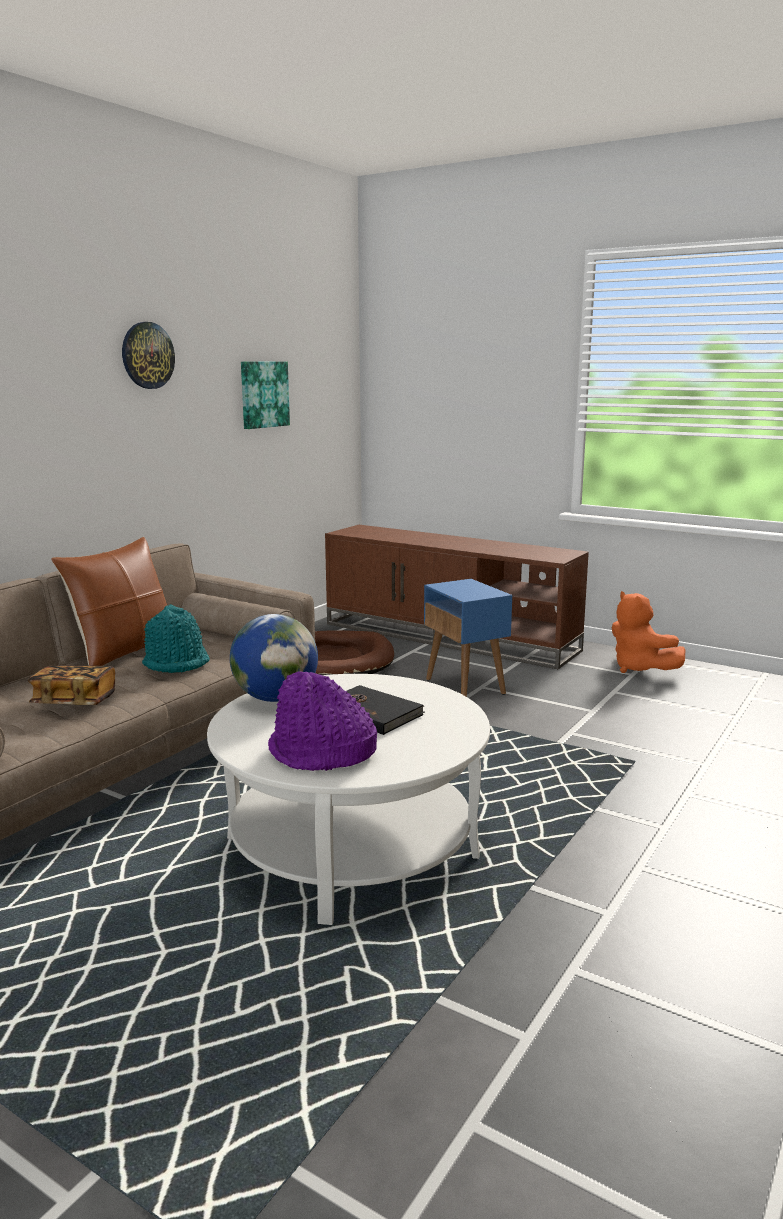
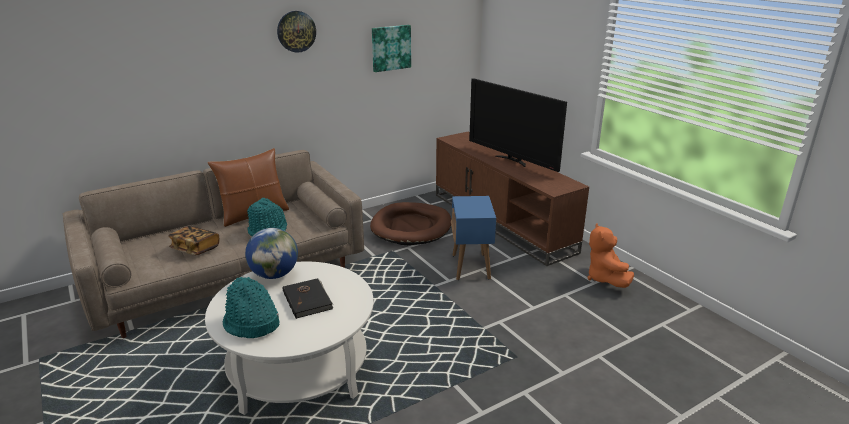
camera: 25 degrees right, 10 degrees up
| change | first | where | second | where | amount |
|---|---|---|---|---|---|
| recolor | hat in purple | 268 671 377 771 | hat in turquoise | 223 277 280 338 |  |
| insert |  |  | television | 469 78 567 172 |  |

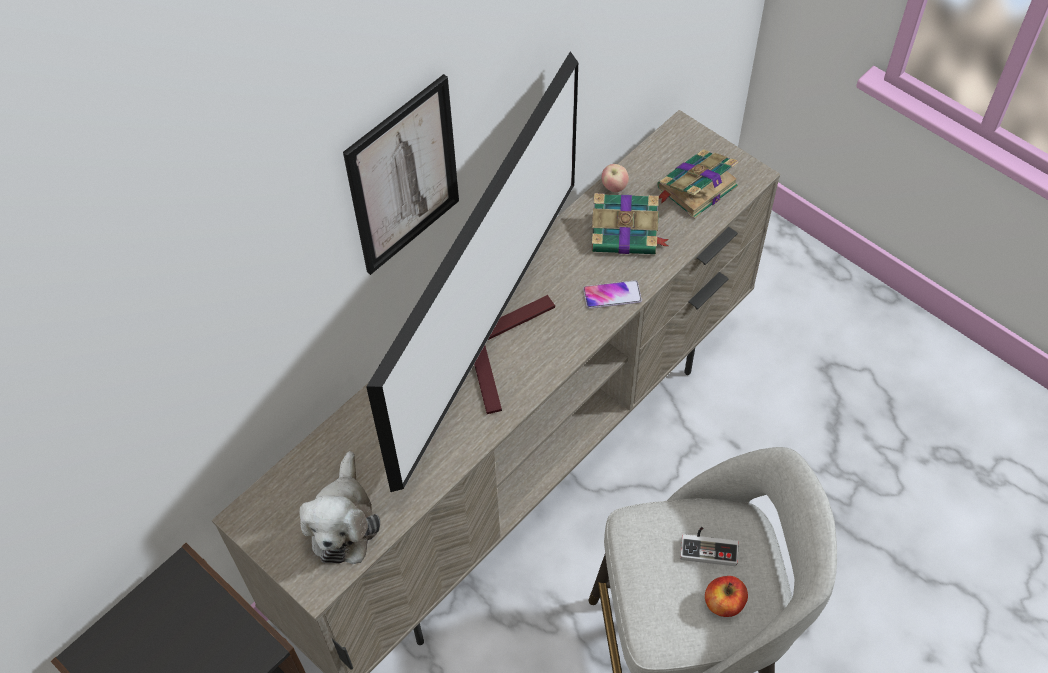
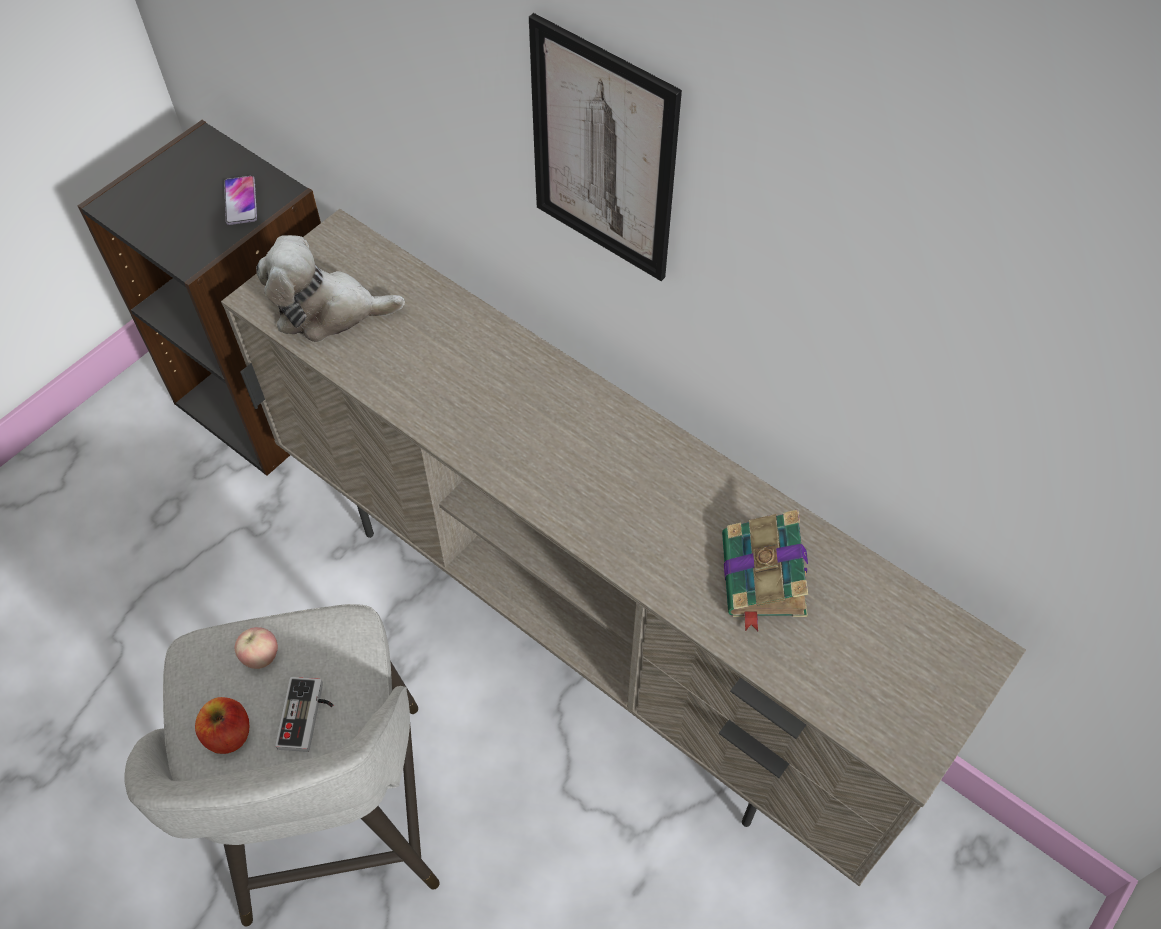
camera: 85 degrees right, 0 degrees up
| change | first | where | second | where | amount |
|---|---|---|---|---|---|
| delete | television | 366 51 578 492 |  |  |  |
| delete | book | 657 149 738 219 |  |  |  |
| move | apple | 602 164 629 192 |  | 235 627 278 669 |  |
| move | phone | 583 280 642 309 |  | 224 176 257 225 |  |

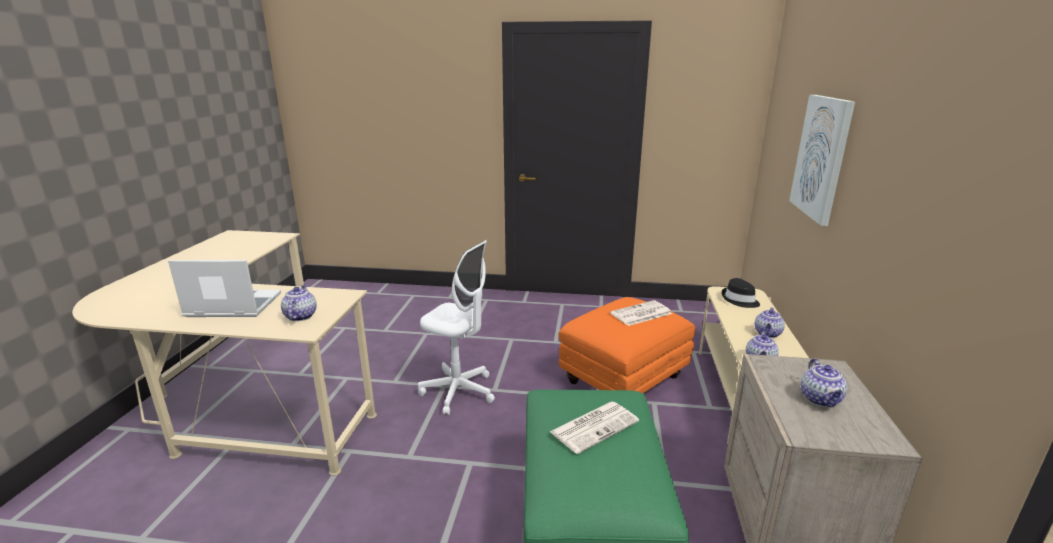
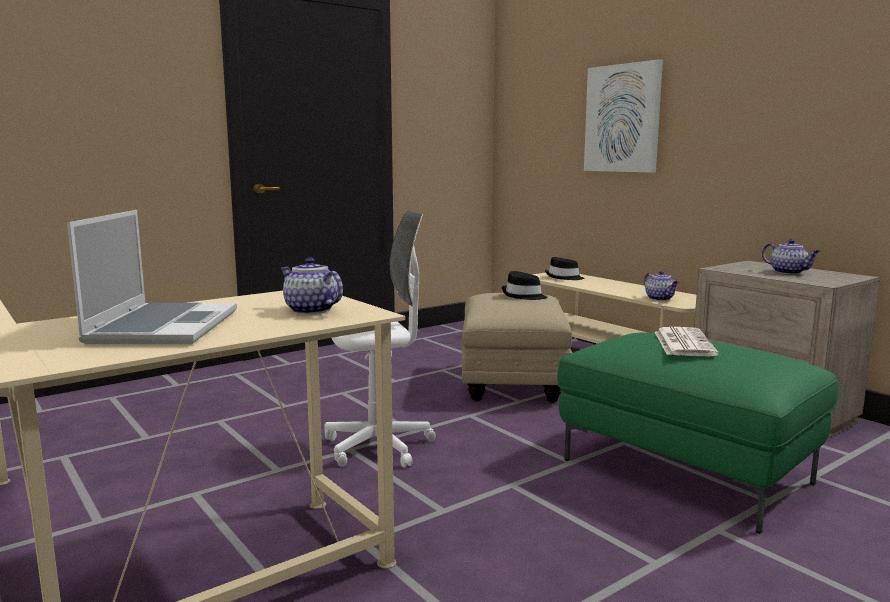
camera: 45 degrees left, 10 degrees down
| change | first | where | second | where | amount |
|---|---|---|---|---|---|
| rotate | laptop | 168 260 281 317 |  | 67 210 237 344 | 135 degrees clockwise |
| recolor | ottoman in orange | 558 297 695 393 | ottoman in beige | 461 293 572 403 |  |
| replace | newspaper | 610 300 672 326 | hat in black | 502 271 547 300 |  |
| delete | teapot | 755 307 785 338 |  |  |  |

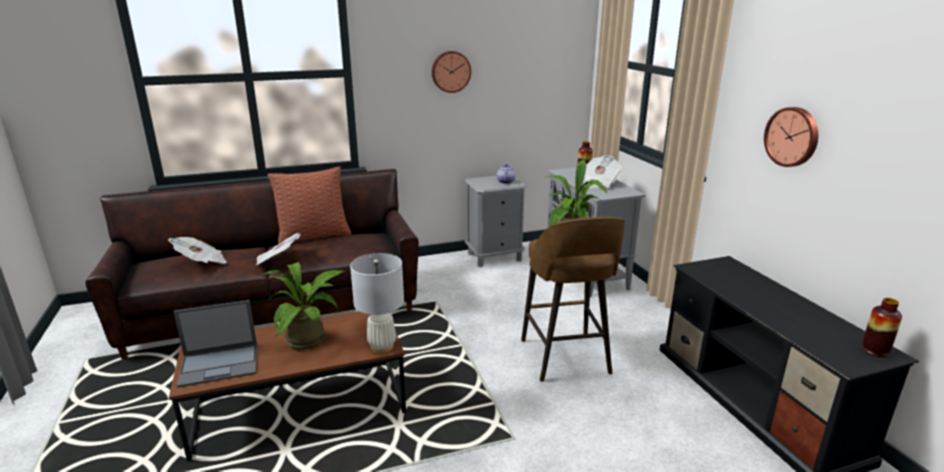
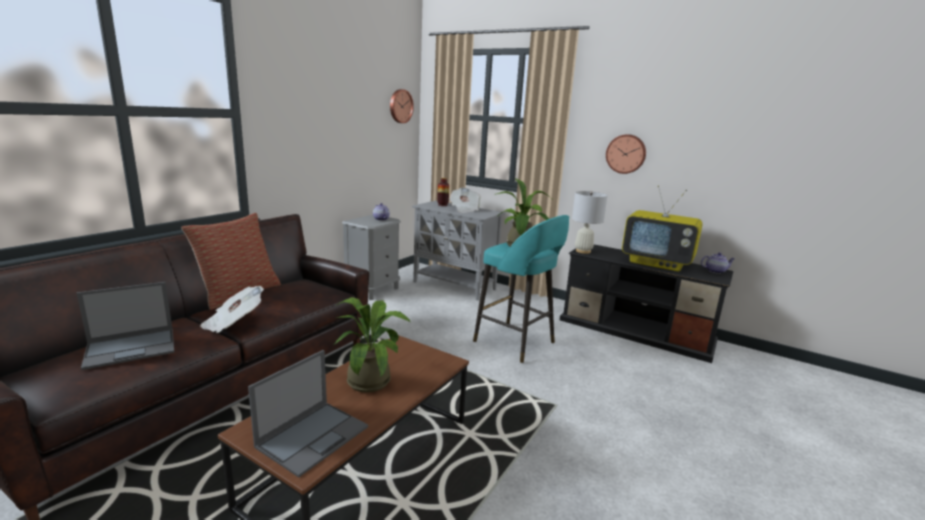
camera: 40 degrees left, 5 degrees down
| change | first | where | second | where | amount |
|---|---|---|---|---|---|
| move | wall clock | 432 51 471 93 |  | 390 89 414 123 |  |
| recolor | stool in brown | 521 217 625 382 | stool in turquoise | 473 215 569 363 |  |
| replace | newspaper | 168 237 227 263 | laptop | 77 282 174 370 |  |
| move | table lamp in white | 350 253 404 353 |  | 572 191 607 254 |  |
| replace | vase | 862 298 902 357 | teapot | 701 253 735 274 |  |
| insert |  |  | television | 622 185 703 272 |  |

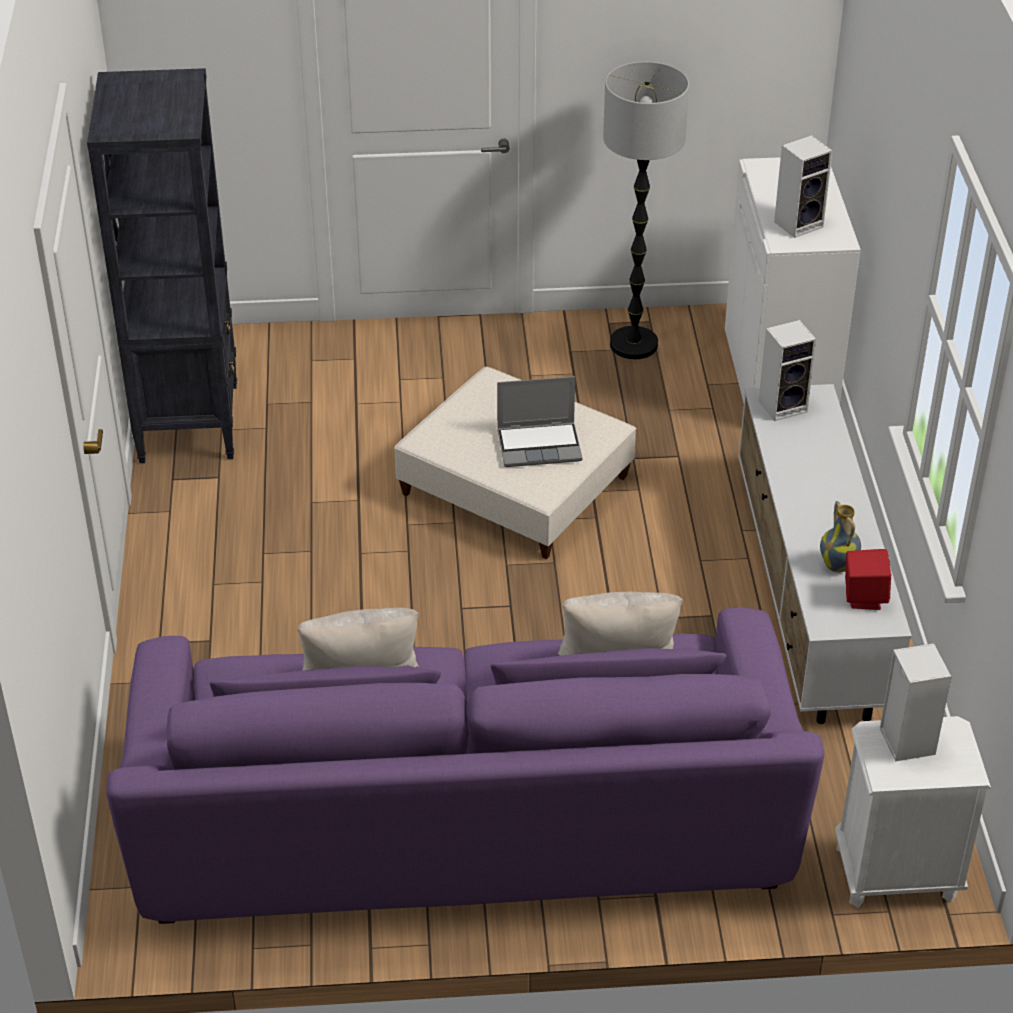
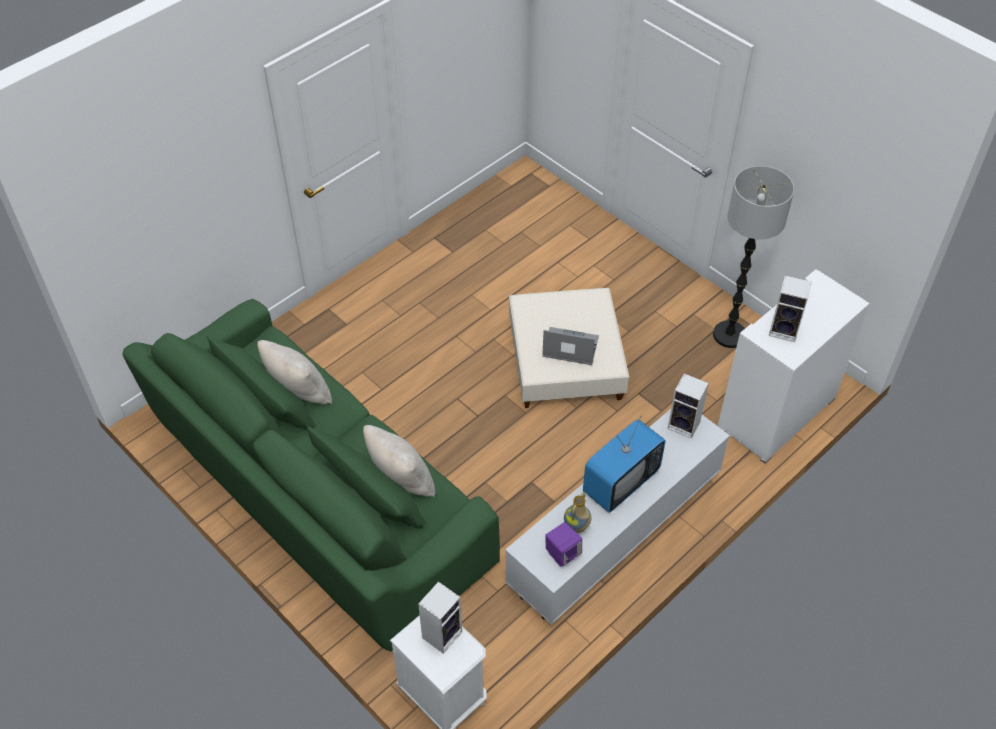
camera: 50 degrees right, 10 degrees up
| change | first | where | second | where | amount |
|---|---|---|---|---|---|
| delete | bookcase in black | 87 68 237 463 |  |  |  |
| rotate | laptop | 497 376 583 467 |  | 542 327 599 365 | 150 degrees clockwise |
| recolor | speaker in red | 845 549 891 610 | speaker in purple | 545 522 582 567 |  |
| recolor | sofa in purple | 106 607 824 924 | sofa in green | 123 299 500 652 |  |
| insert |  |  | television | 583 416 666 512 |  |

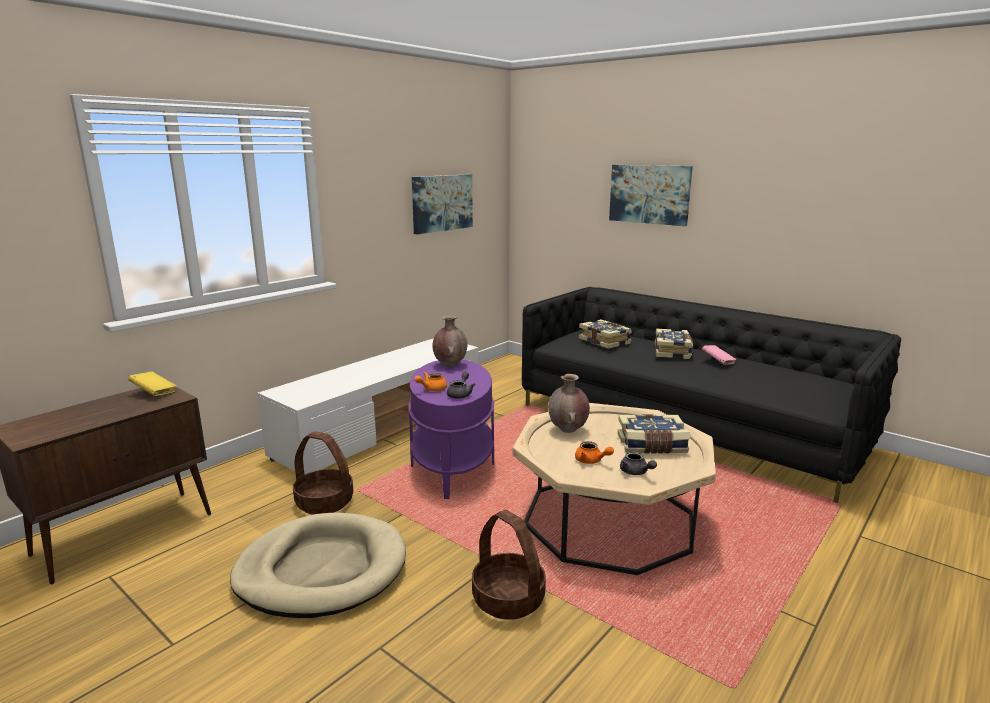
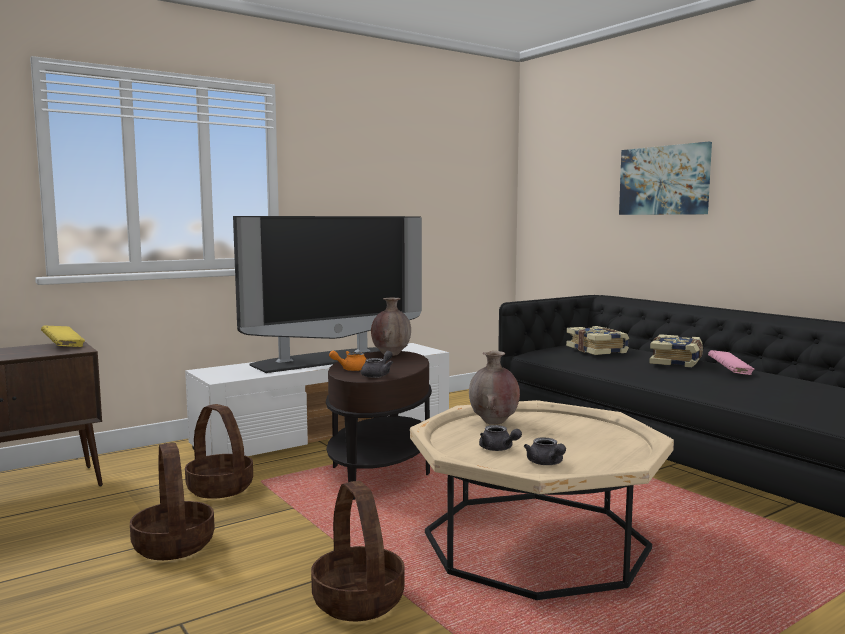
camera: 15 degrees right, 10 degrees down
| change | first | where | second | where | amount |
|---|---|---|---|---|---|
| delete | picture | 412 174 473 234 |  |  |  |
| recolor | side table in purple | 409 359 494 499 | side table in brown | 326 351 432 500 |  |
| delete | book | 618 414 690 454 |  |  |  |
| recolor | teapot in orange | 575 441 614 464 | teapot in grey | 479 425 522 451 |  |
| replace | dog bed in beige | 230 512 406 618 | basket | 130 443 215 560 |  |
| insert |  |  | television | 233 216 422 373 |  |

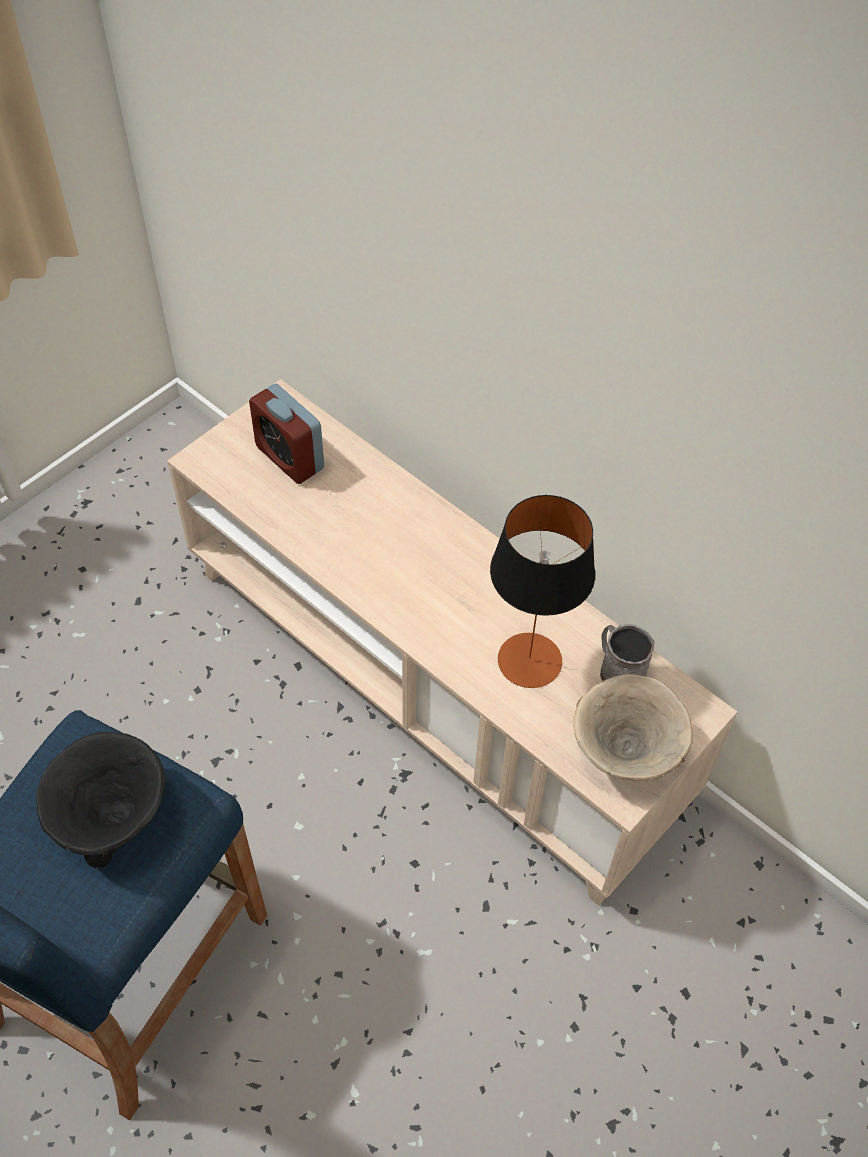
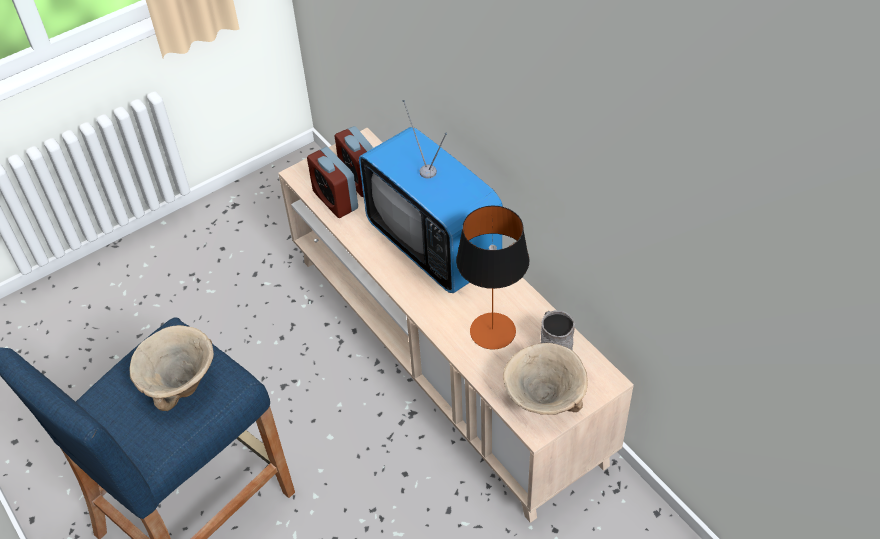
camera: 15 degrees right, 5 degrees down
| change | first | where | second | where | amount |
|---|---|---|---|---|---|
| recolor | bowl in black | 36 732 166 868 | bowl in beige | 129 325 214 411 |  |
| insert |  |  | television | 359 100 503 293 |  |
| insert |  |  | alarm clock | 307 147 358 218 |  |

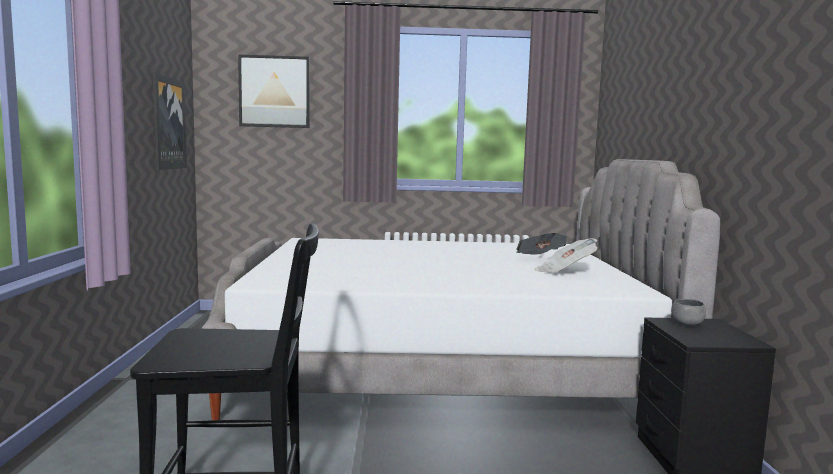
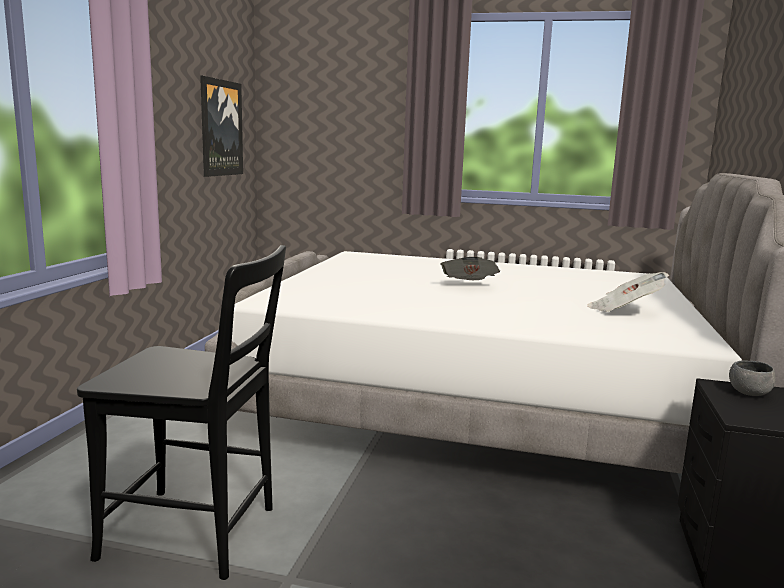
camera: 15 degrees right, 5 degrees up
| change | first | where | second | where | amount |
|---|---|---|---|---|---|
| delete | picture | 238 54 310 128 |  |  |  |
| move | newspaper | 516 233 567 255 |  | 440 257 500 280 |  |

